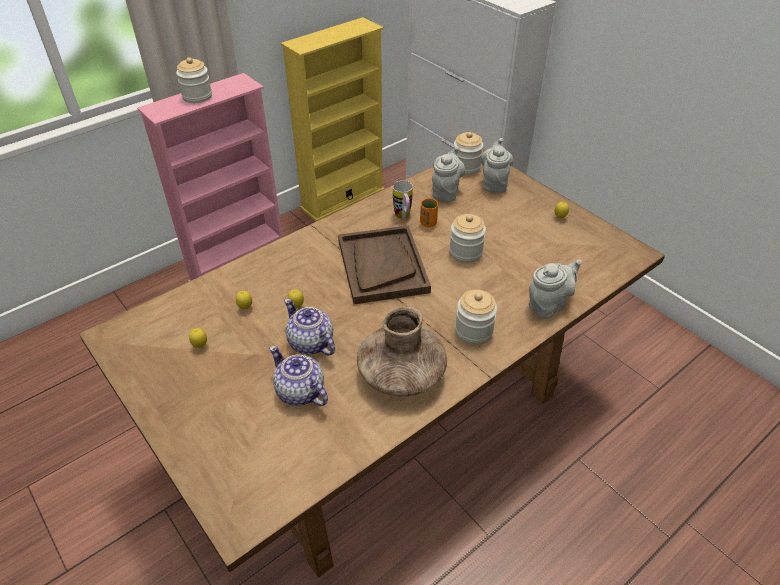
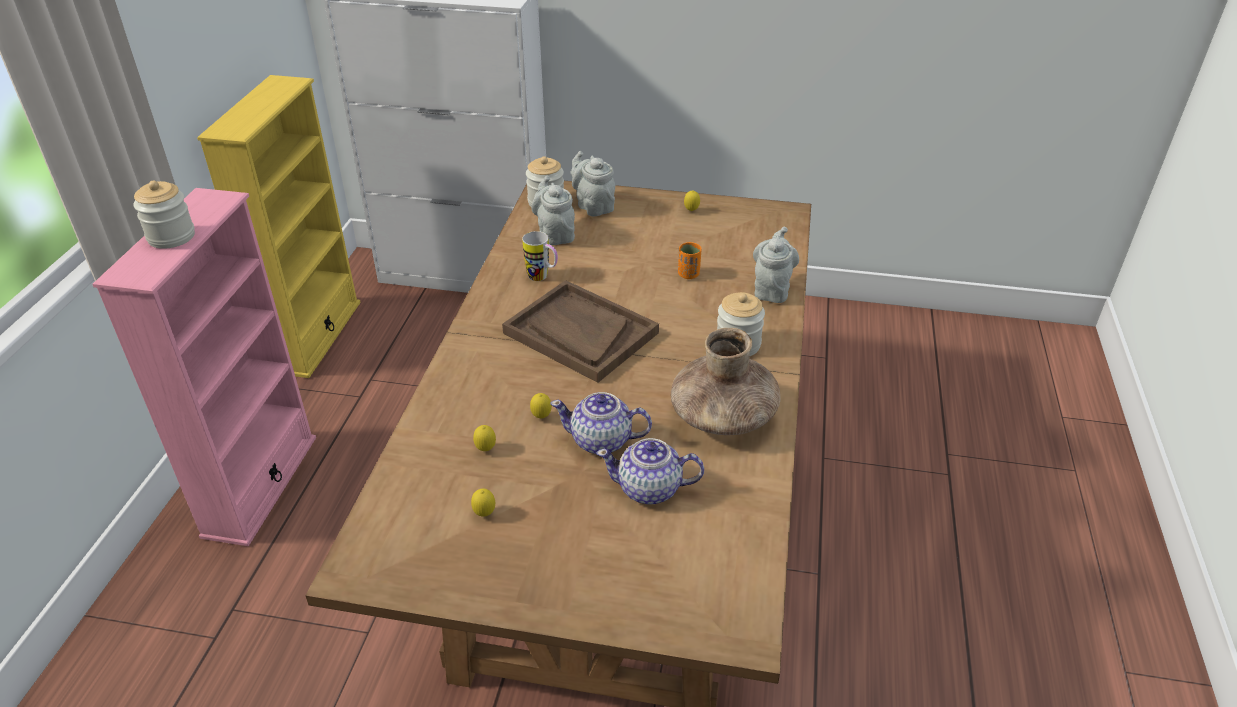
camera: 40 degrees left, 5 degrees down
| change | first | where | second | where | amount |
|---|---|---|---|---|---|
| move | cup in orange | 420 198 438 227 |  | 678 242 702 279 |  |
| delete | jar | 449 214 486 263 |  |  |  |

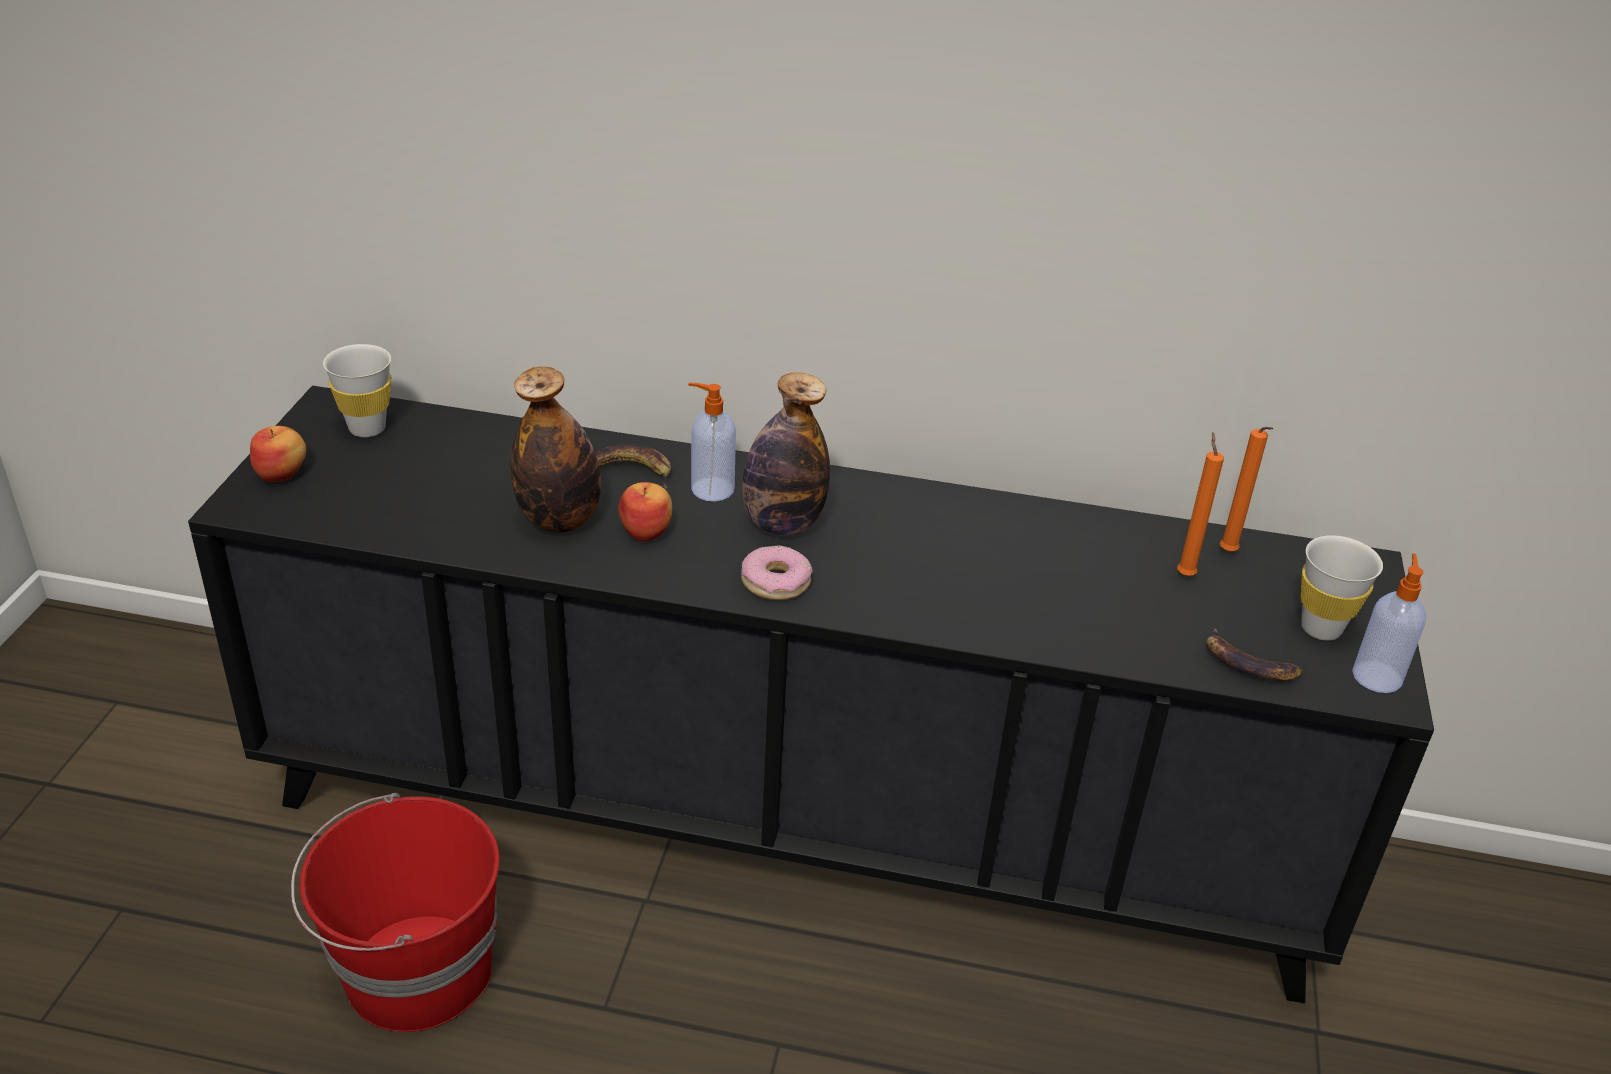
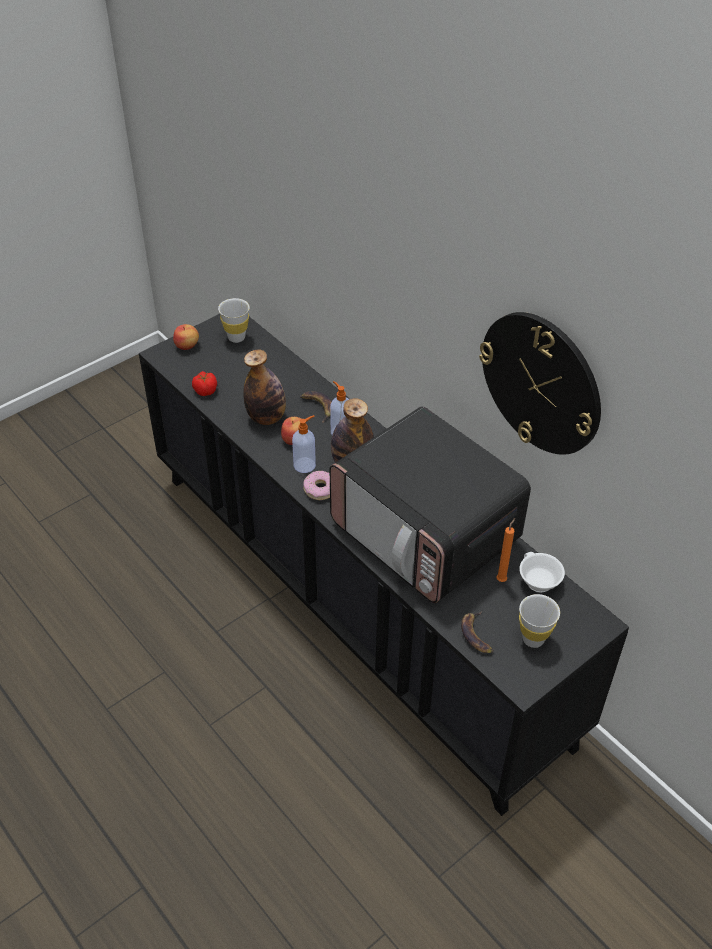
camera: 40 degrees right, 10 degrees up
| change | first | where | second | where | amount |
|---|---|---|---|---|---|
| replace | candle in orange | 1220 427 1273 552 | cup in white | 519 552 565 592 |  |
| move | soap dispenser | 1352 553 1426 693 |  | 292 415 316 473 |  |
| delete | bucket in red | 291 793 500 1032 |  |  |  |
| insert |  |  | wall clock | 479 312 601 455 |  |
| insert |  |  | tomato | 192 371 217 396 |  |
| insert |  |  | microwave | 330 406 531 603 |  |

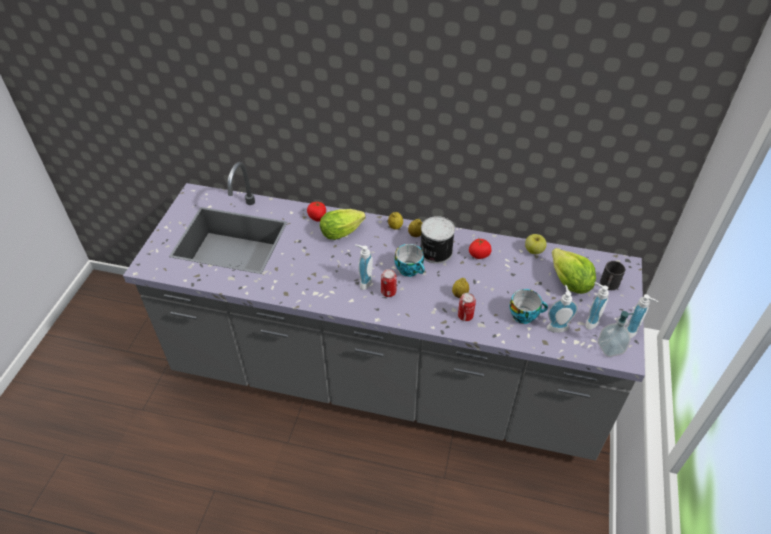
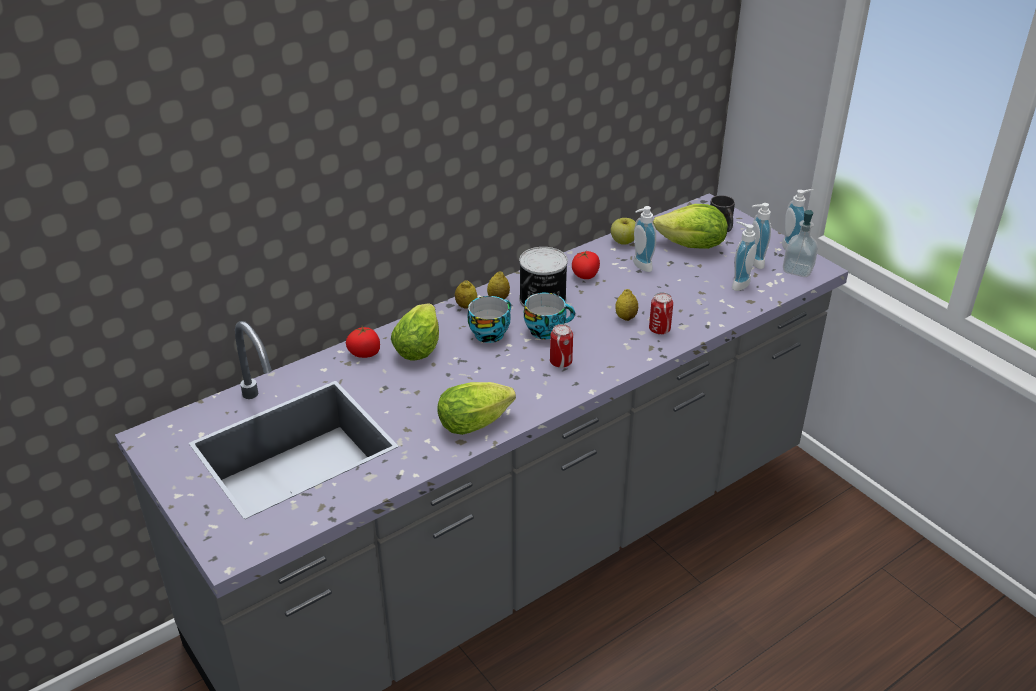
camera: 50 degrees left, 10 degrees down
| change | first | where | second | where | amount |
|---|---|---|---|---|---|
| move | soap dispenser | 355 245 373 290 |  | 633 206 656 272 |  |
| move | cup | 510 289 548 324 |  | 467 296 511 343 |  |
| insert |  |  | lettuce | 437 382 516 435 |  |

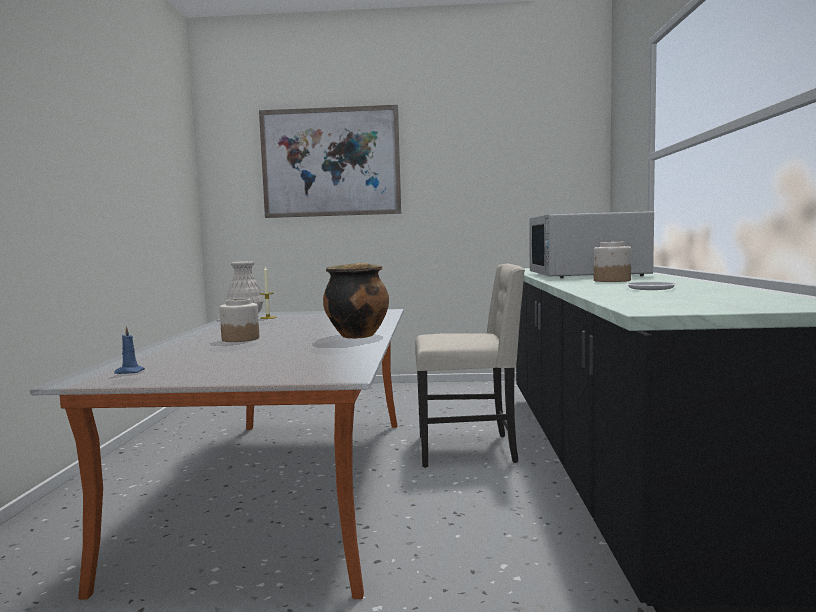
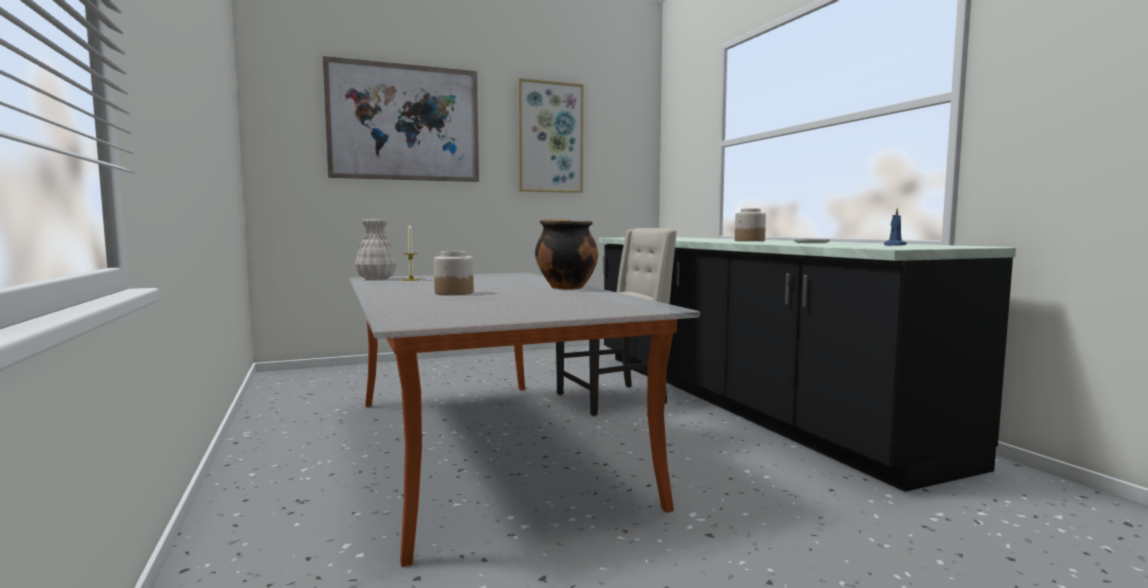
camera: 25 degrees left, 0 degrees up
| change | first | where | second | where | amount |
|---|---|---|---|---|---|
| delete | microwave in white | 529 211 654 278 |  |  |  |
| move | candle in blue | 114 326 145 374 |  | 884 208 907 246 |  |
| insert |  |  | picture | 518 78 583 193 |  |

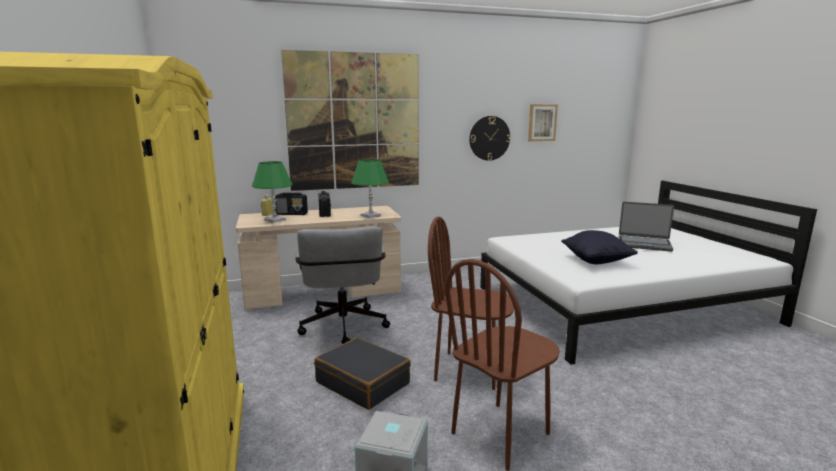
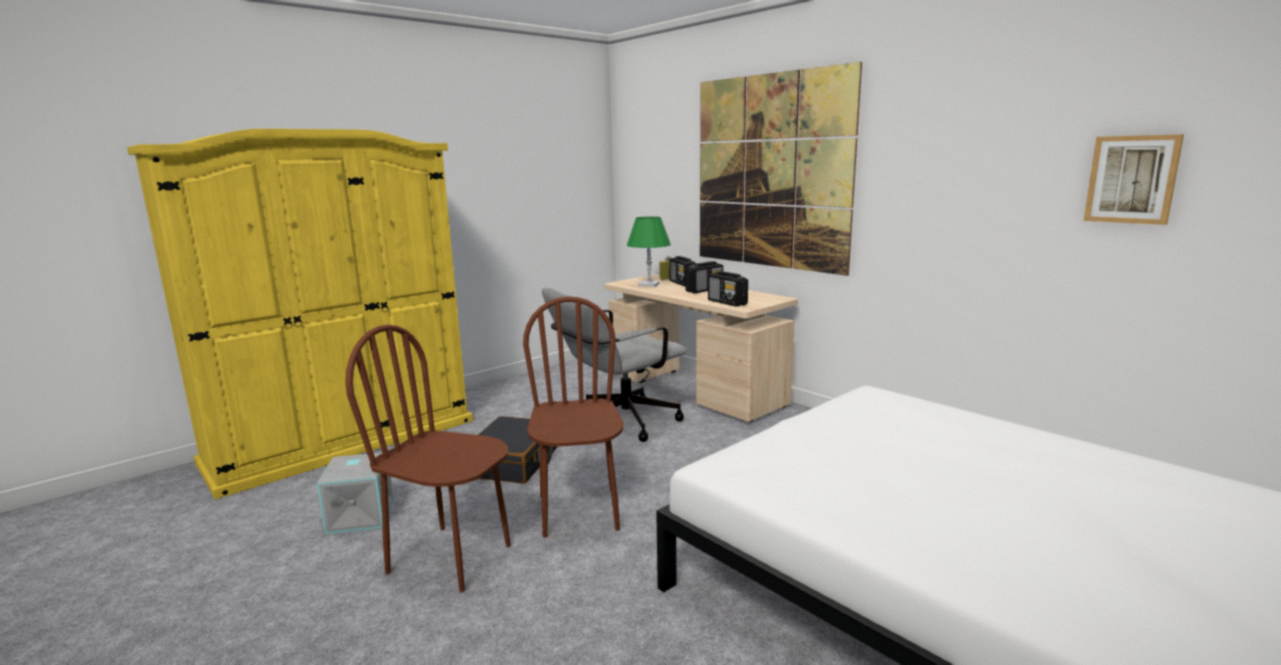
camera: 65 degrees right, 0 degrees up
| change | first | where | second | where | amount |
|---|---|---|---|---|---|
| delete | wall clock | 469 116 511 161 |  |  |  |
| replace | table lamp in green | 351 159 389 218 | radio | 708 271 748 307 |  |
| delete | laptop | 618 202 674 252 |  |  |  |
| delete | pillow in black | 561 230 638 264 |  |  |  |

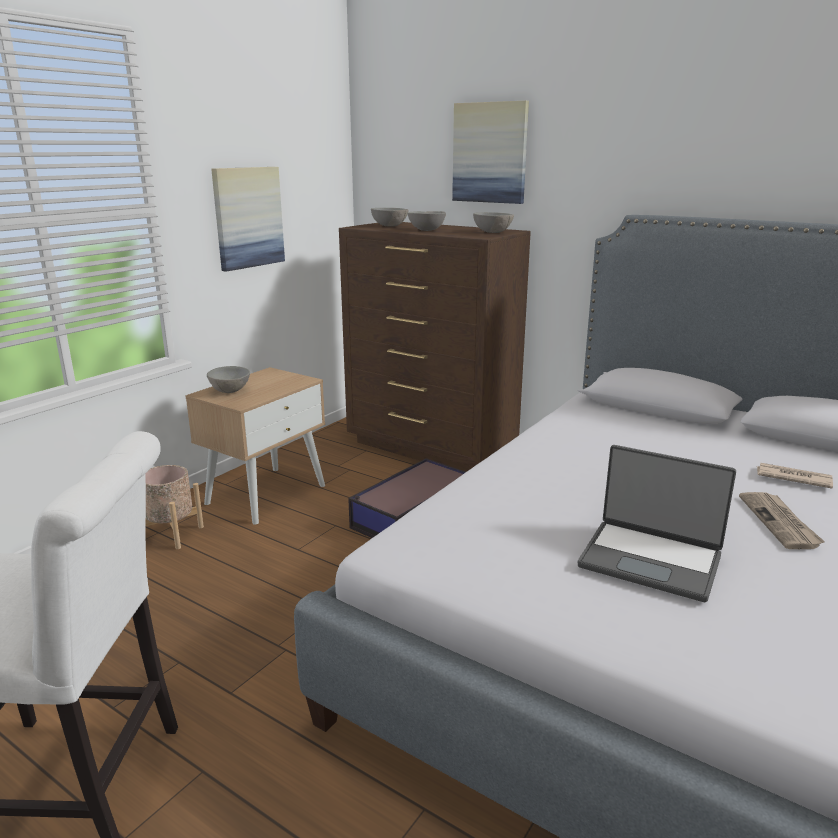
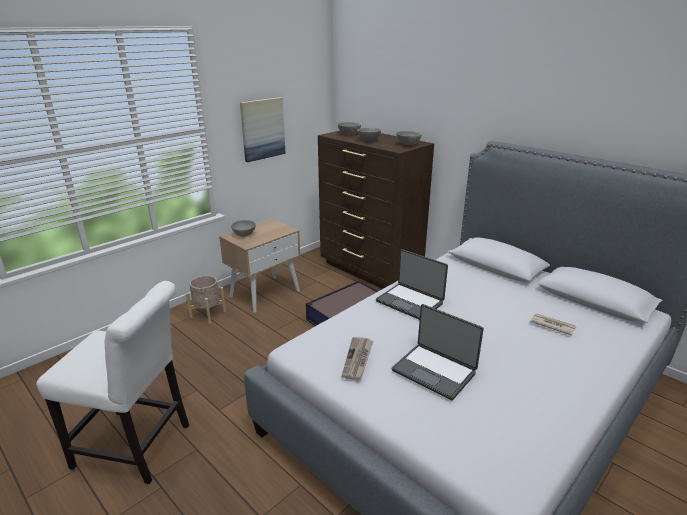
camera: 10 degrees right, 5 degrees up
| change | first | where | second | where | amount |
|---|---|---|---|---|---|
| delete | picture | 452 101 529 204 |  |  |  |
| move | newspaper | 739 492 825 549 |  | 342 337 373 380 |  |
| insert |  |  | laptop | 376 249 448 320 |  |

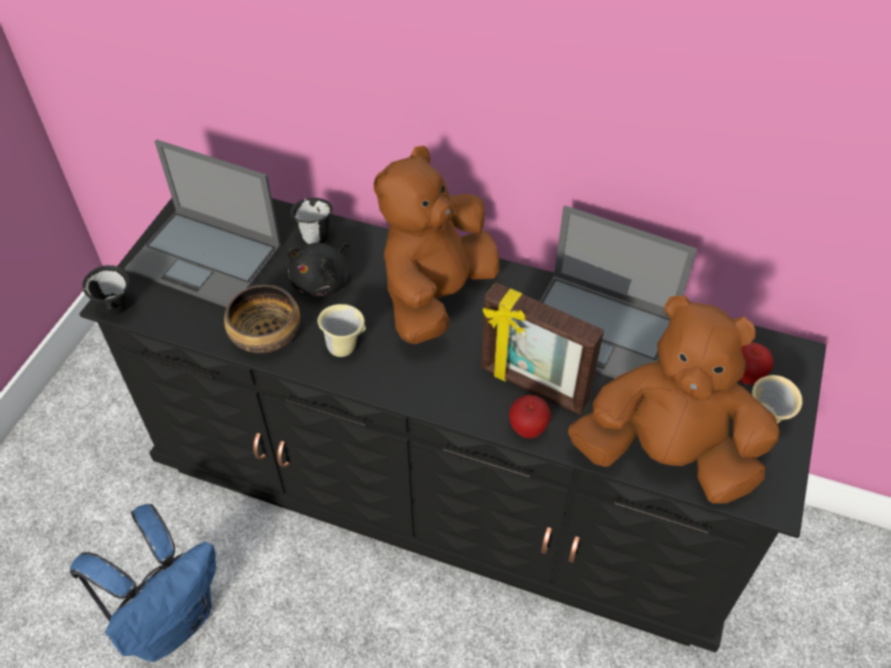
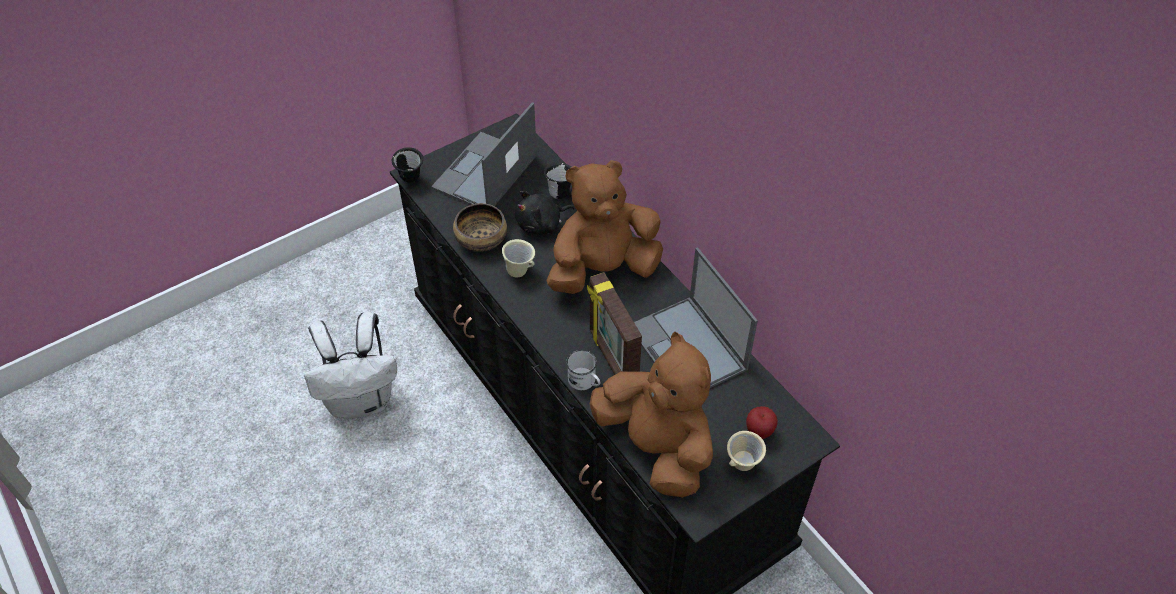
camera: 35 degrees right, 0 degrees up
| change | first | where | second | where | amount |
|---|---|---|---|---|---|
| rotate | laptop | 125 140 281 308 |  | 431 102 537 206 | 60 degrees clockwise |
| replace | apple | 509 395 551 439 | mug in white | 566 350 601 390 |  |
| recolor | backpack in blue | 70 504 216 662 | backpack in white | 304 312 397 419 |  |

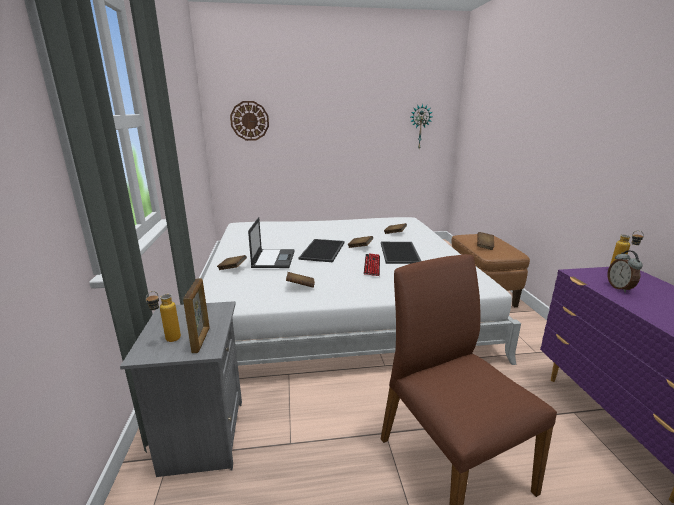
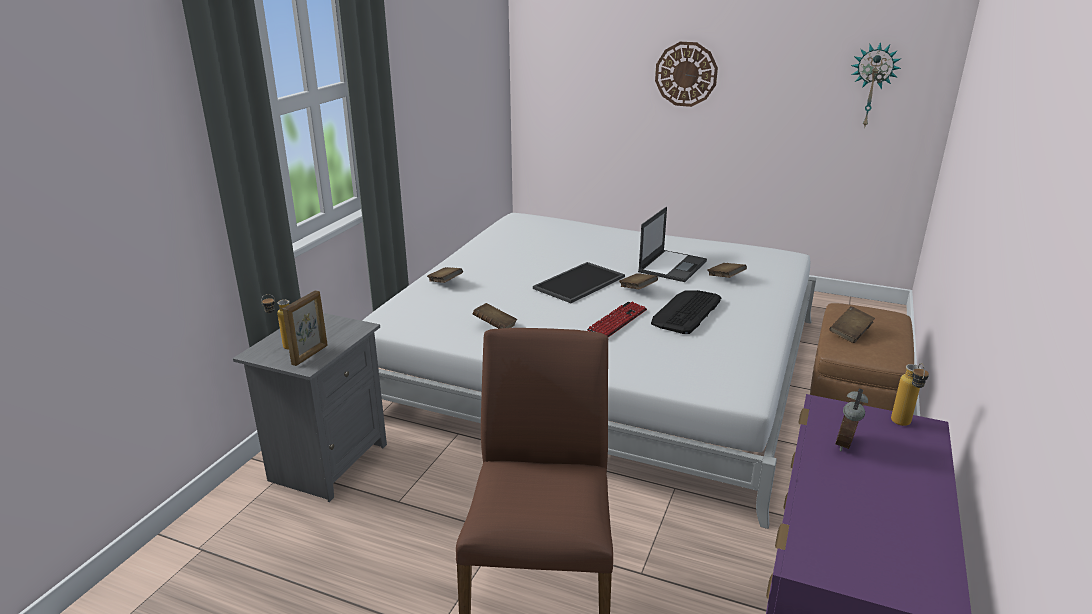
camera: 30 degrees right, 5 degrees up
| change | first | where | second | where | amount |
|---|---|---|---|---|---|
| move | wall clock | 230 101 269 141 |  | 655 42 718 107 |  |
| move | laptop | 248 217 295 268 |  | 638 207 707 282 |  |
| replace | tray | 381 242 421 264 | keyboard | 651 290 721 334 |  |

